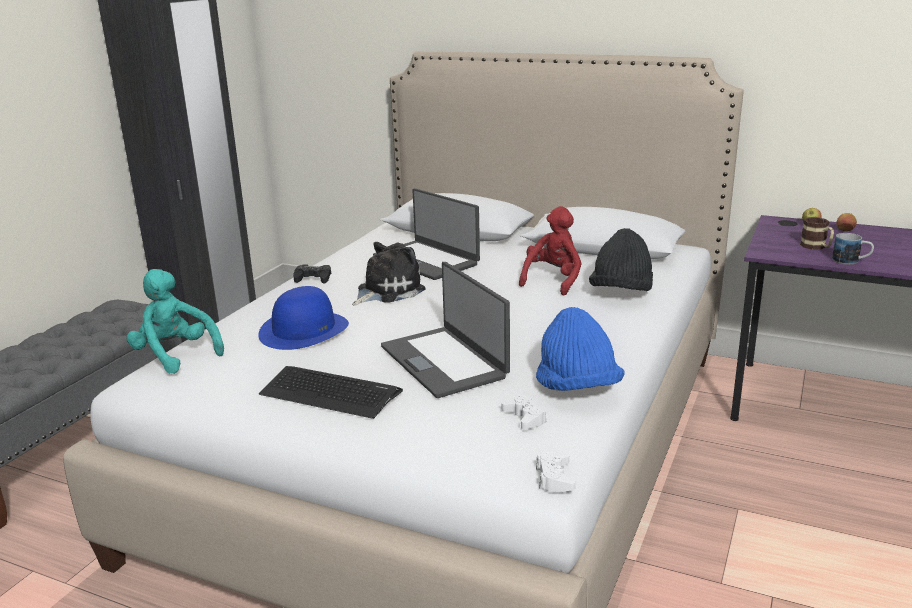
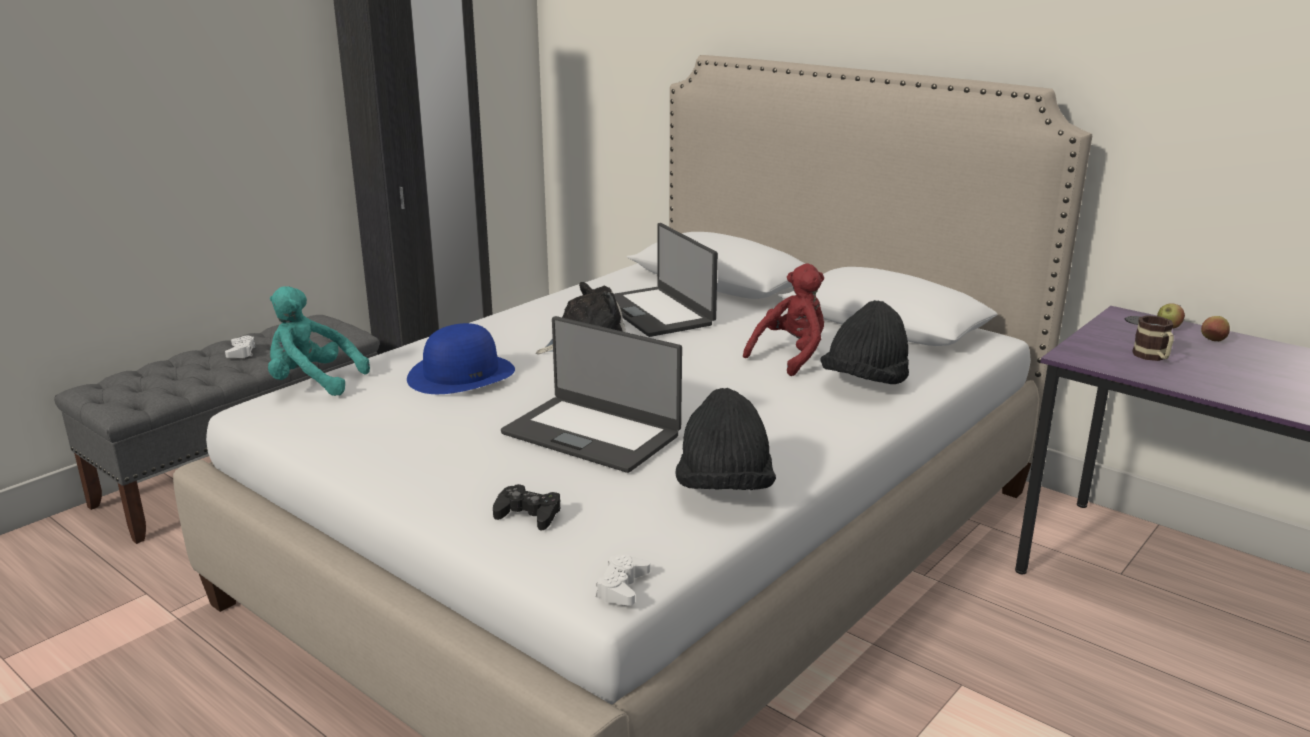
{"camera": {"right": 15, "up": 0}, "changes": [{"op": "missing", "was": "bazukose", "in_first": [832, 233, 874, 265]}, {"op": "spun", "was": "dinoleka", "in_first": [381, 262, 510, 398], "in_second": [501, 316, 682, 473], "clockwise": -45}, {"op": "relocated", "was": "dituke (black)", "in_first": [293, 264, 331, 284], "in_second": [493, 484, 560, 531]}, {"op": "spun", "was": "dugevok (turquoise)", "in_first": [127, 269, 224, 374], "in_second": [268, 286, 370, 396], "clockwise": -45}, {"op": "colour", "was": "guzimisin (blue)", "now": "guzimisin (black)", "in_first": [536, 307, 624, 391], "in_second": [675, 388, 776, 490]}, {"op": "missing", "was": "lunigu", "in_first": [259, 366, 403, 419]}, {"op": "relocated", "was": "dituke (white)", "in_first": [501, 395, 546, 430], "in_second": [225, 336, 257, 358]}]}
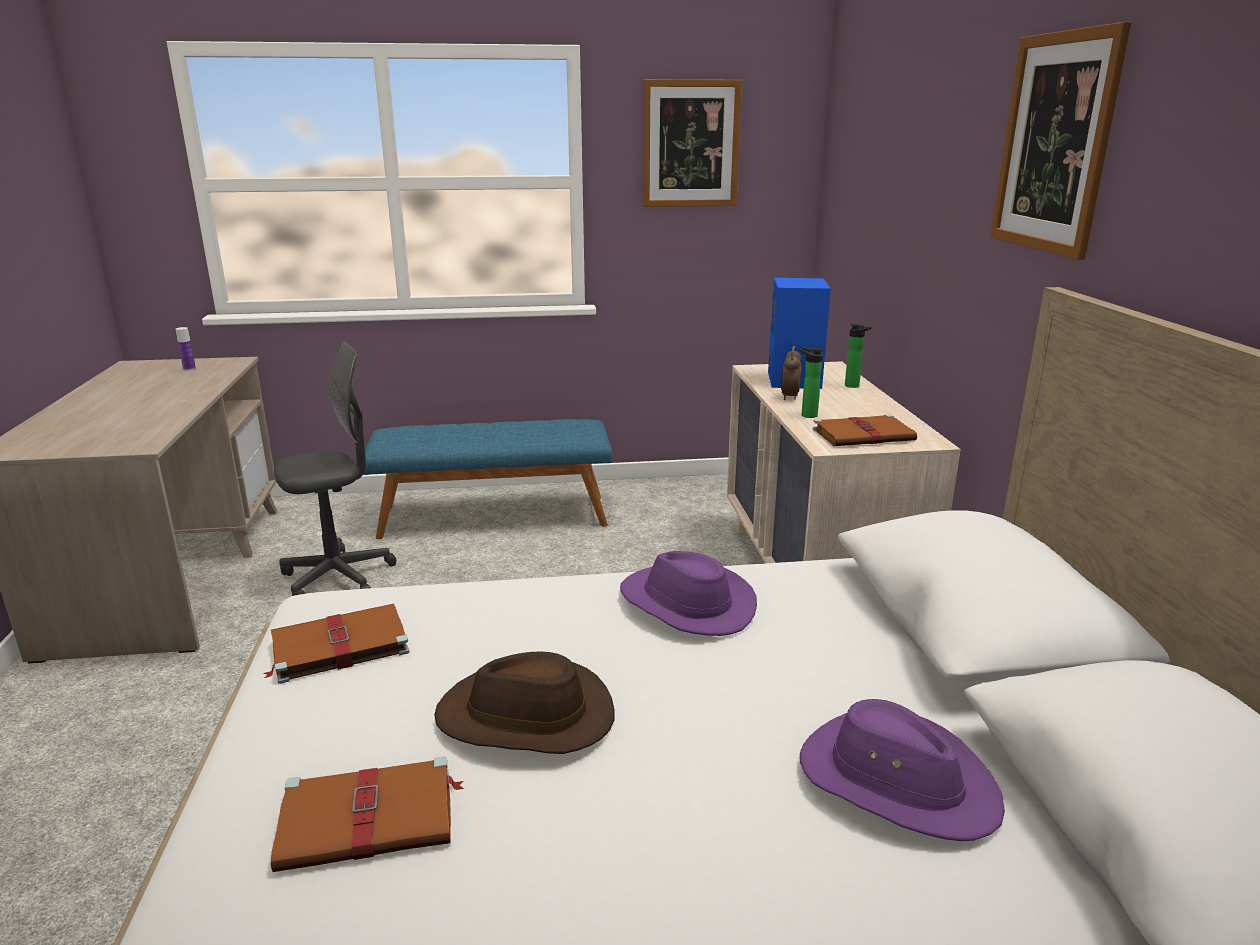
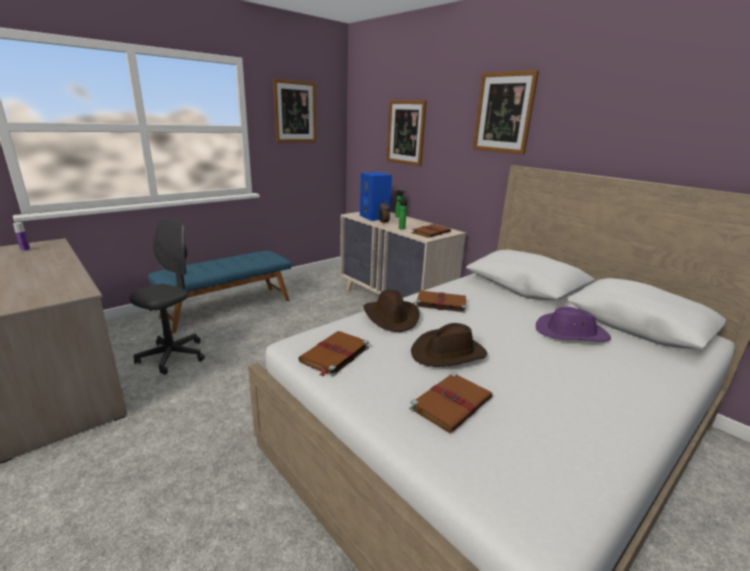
{"camera": {"right": -35, "up": 0}, "changes": [{"op": "exchanged", "was": "guzimisin (purple)", "now": "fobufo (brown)", "in_first": [620, 551, 757, 636], "in_second": [413, 290, 466, 313]}, {"op": "appeared", "now": "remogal", "in_second": [387, 100, 427, 166]}, {"op": "appeared", "now": "guzimisin (brown)", "in_second": [363, 290, 420, 332]}]}
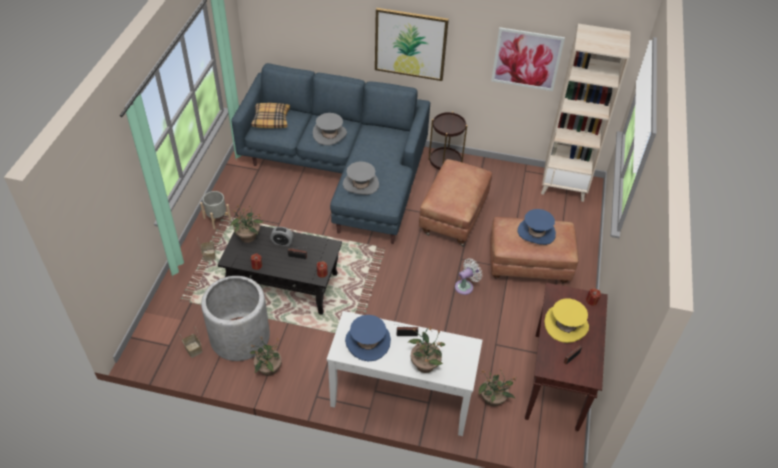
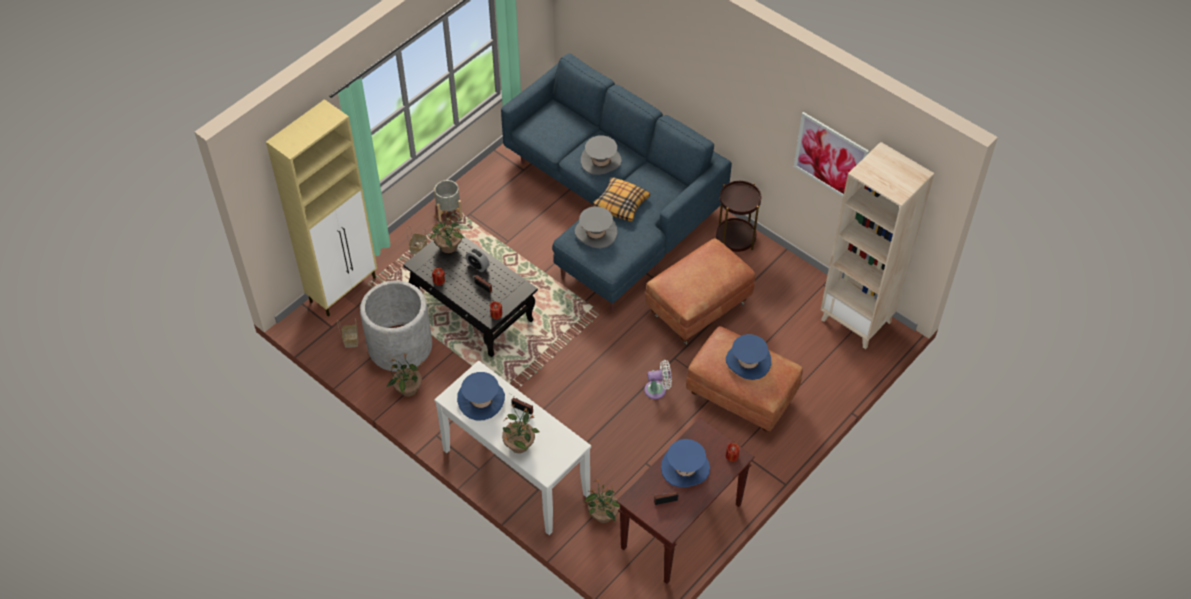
{"camera": {"right": 30, "up": 5}, "changes": [{"op": "missing", "was": "remogal", "in_first": [375, 8, 449, 81]}, {"op": "relocated", "was": "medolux", "in_first": [251, 103, 290, 128], "in_second": [593, 177, 650, 221]}, {"op": "colour", "was": "guzimisin (yellow)", "now": "guzimisin (blue)", "in_first": [544, 299, 589, 343], "in_second": [661, 439, 710, 487]}, {"op": "appeared", "now": "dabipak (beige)", "in_second": [266, 99, 377, 317]}]}
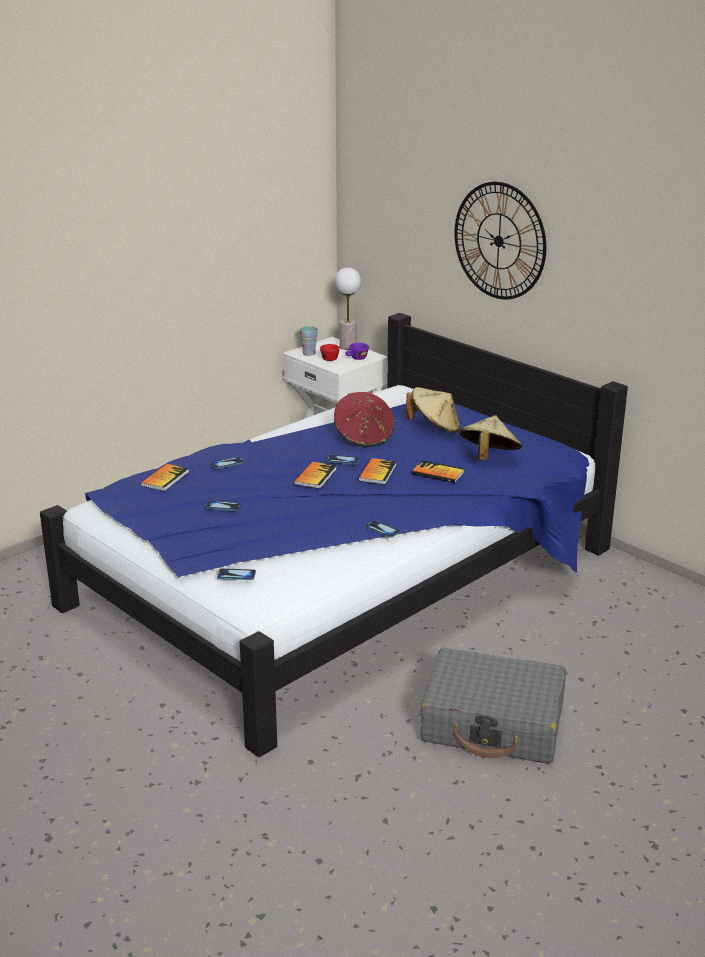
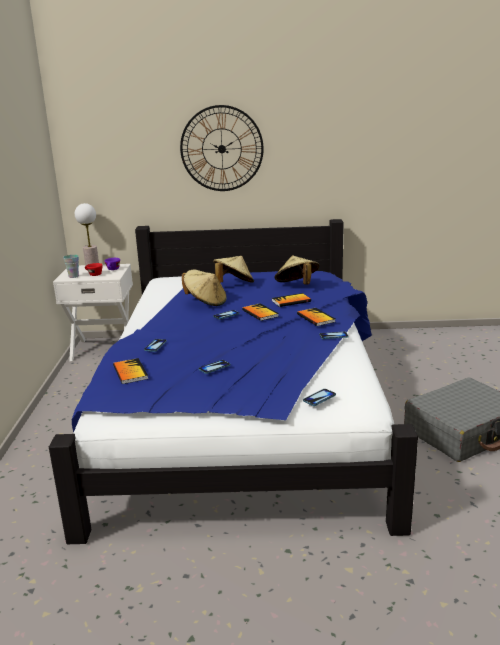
{"camera": {"right": -45, "up": -5}, "changes": [{"op": "colour", "was": "guzimisin (red)", "now": "guzimisin (beige)", "in_first": [334, 392, 395, 447], "in_second": [182, 270, 227, 306]}, {"op": "relocated", "was": "fobufo", "in_first": [294, 462, 337, 489], "in_second": [297, 308, 335, 326]}]}
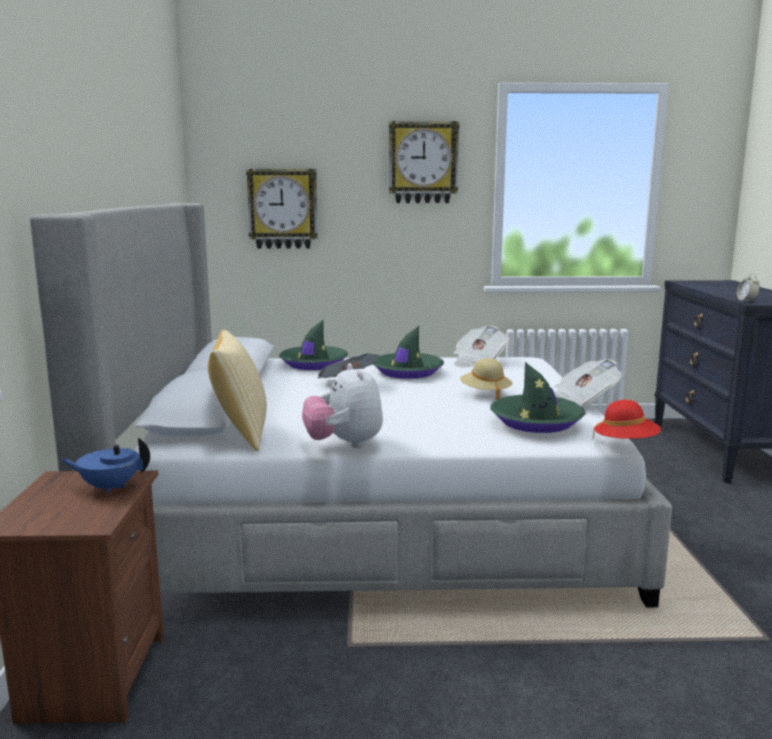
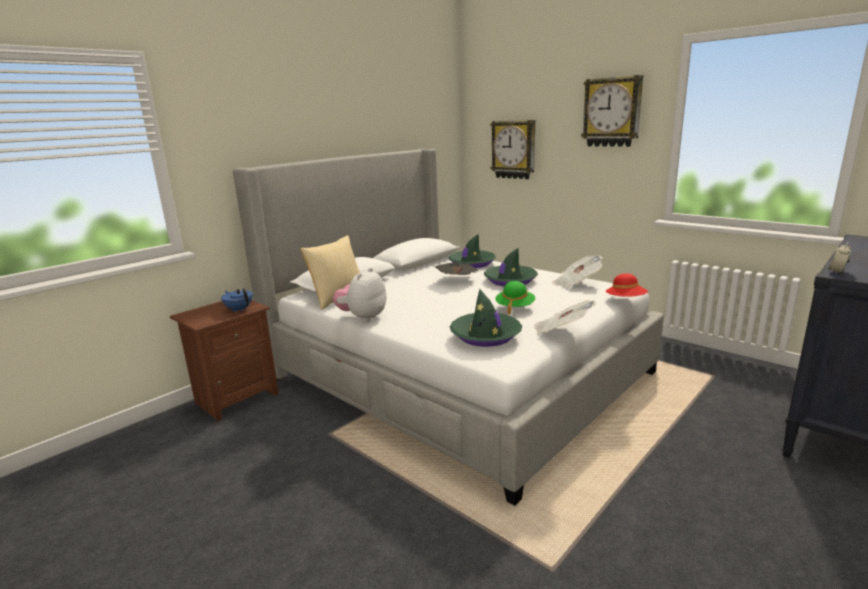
{"camera": {"right": 45, "up": 5}, "changes": [{"op": "colour", "was": "guzimisin (beige)", "now": "guzimisin (green)", "in_first": [460, 358, 512, 400], "in_second": [495, 281, 535, 315]}, {"op": "relocated", "was": "guzimisin (red)", "in_first": [593, 400, 661, 439], "in_second": [606, 273, 648, 297]}]}
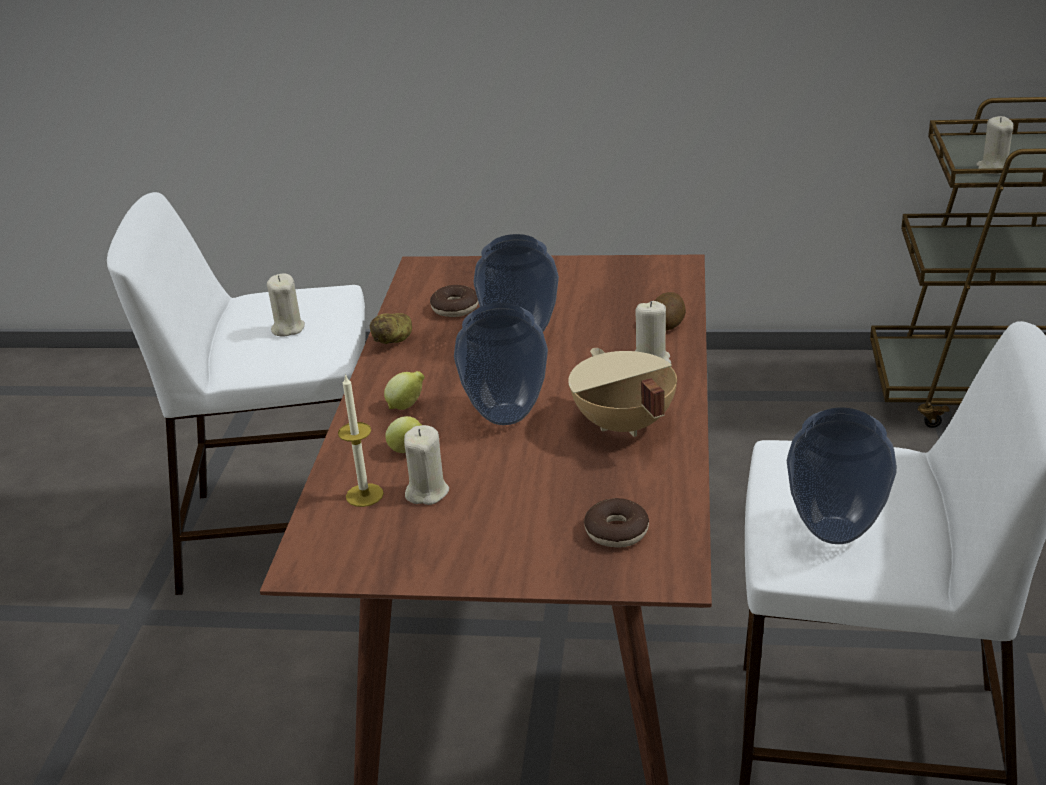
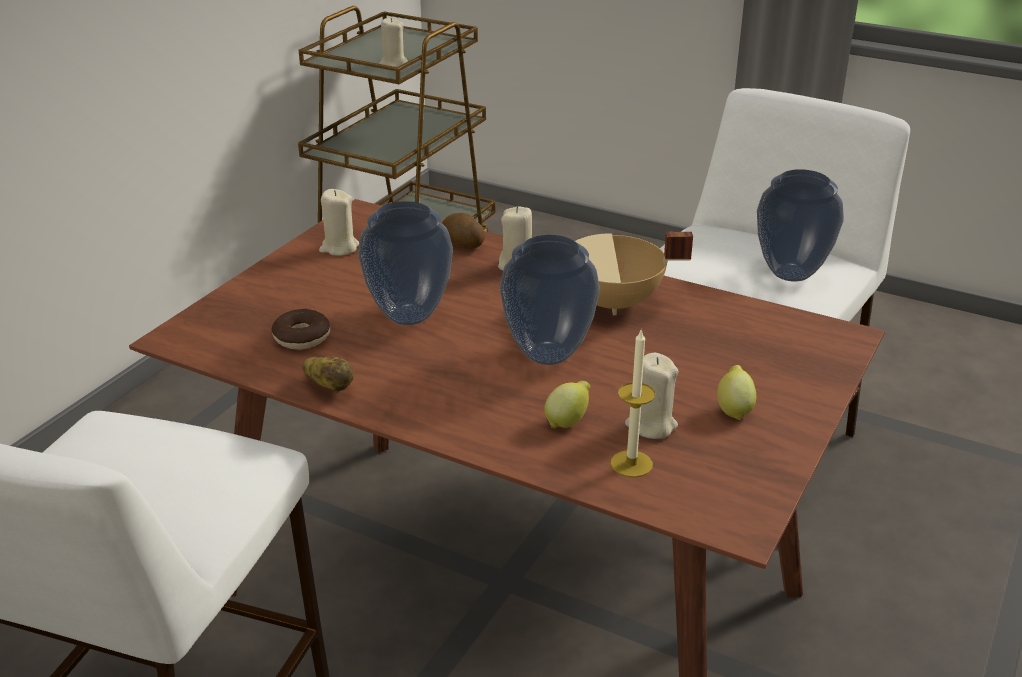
{"camera": {"right": -70, "up": 0}, "changes": [{"op": "relocated", "was": "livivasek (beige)", "in_first": [267, 274, 305, 337], "in_second": [319, 189, 359, 256]}, {"op": "relocated", "was": "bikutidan", "in_first": [384, 371, 425, 410], "in_second": [717, 365, 756, 420]}, {"op": "missing", "was": "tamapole", "in_first": [584, 498, 649, 548]}]}
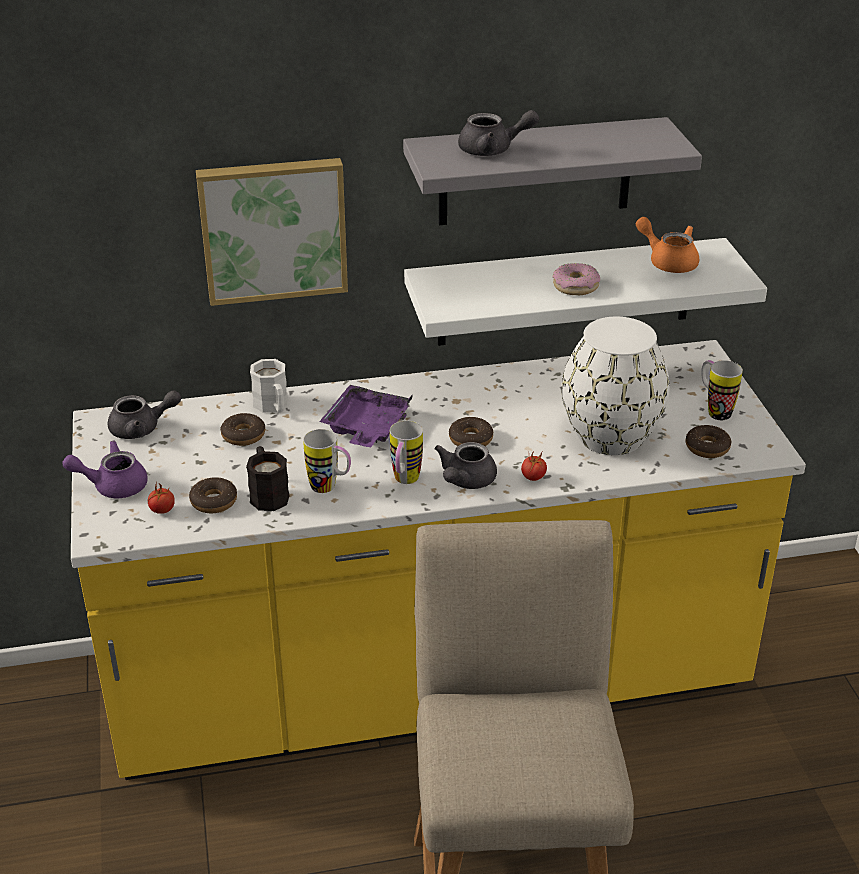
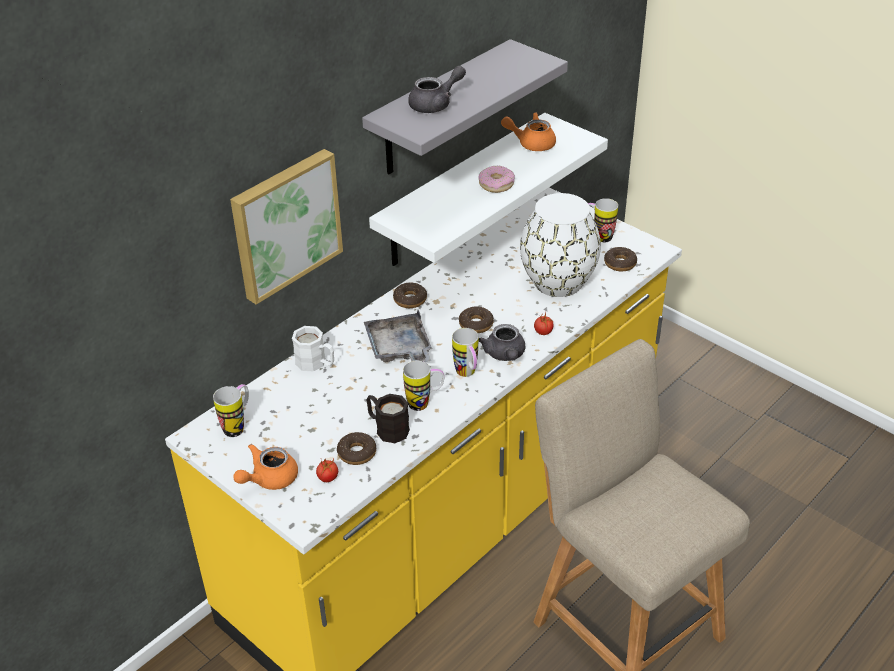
{"camera": {"right": -35, "up": 5}, "changes": [{"op": "colour", "was": "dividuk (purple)", "now": "dividuk (grey)", "in_first": [319, 385, 412, 447], "in_second": [364, 310, 432, 362]}, {"op": "exchanged", "was": "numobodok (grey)", "now": "bazukose", "in_first": [108, 390, 181, 439], "in_second": [213, 384, 249, 437]}, {"op": "relocated", "was": "tamapole", "in_first": [220, 413, 265, 446], "in_second": [393, 283, 427, 308]}, {"op": "colour", "was": "numobodok (purple)", "now": "numobodok (orange)", "in_first": [62, 441, 148, 498], "in_second": [233, 444, 298, 490]}]}
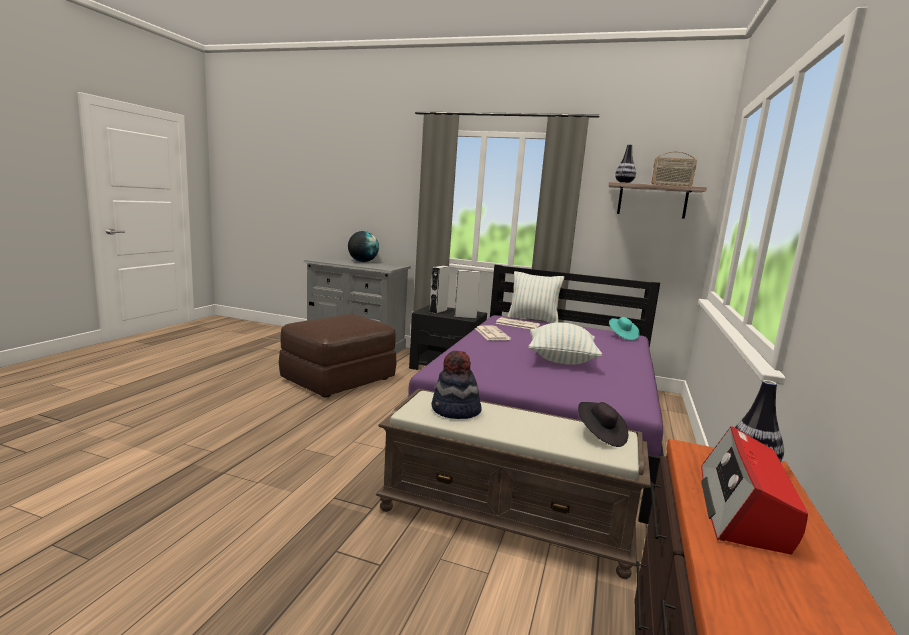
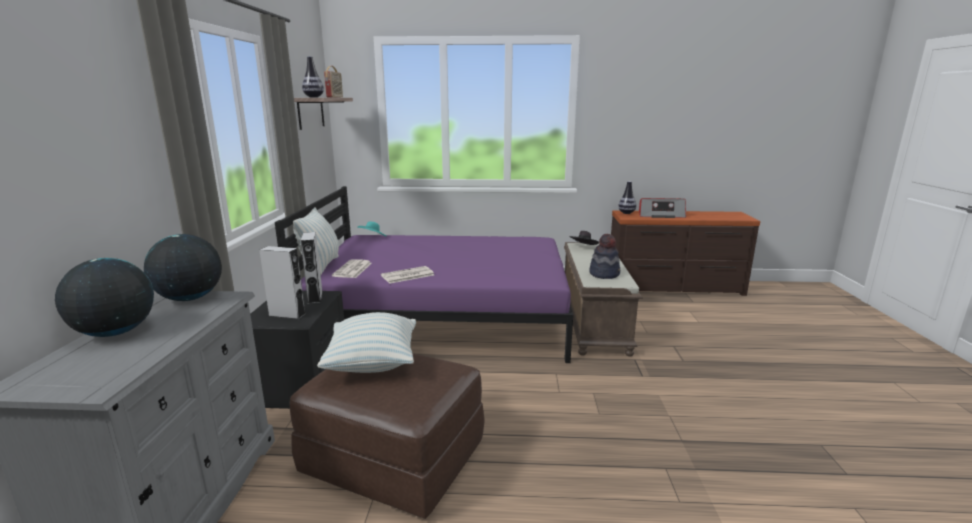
{"camera": {"right": -105, "up": 5}, "changes": [{"op": "relocated", "was": "medolux", "in_first": [528, 323, 602, 365], "in_second": [317, 312, 416, 373]}, {"op": "appeared", "now": "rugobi", "in_second": [144, 234, 222, 301]}]}
